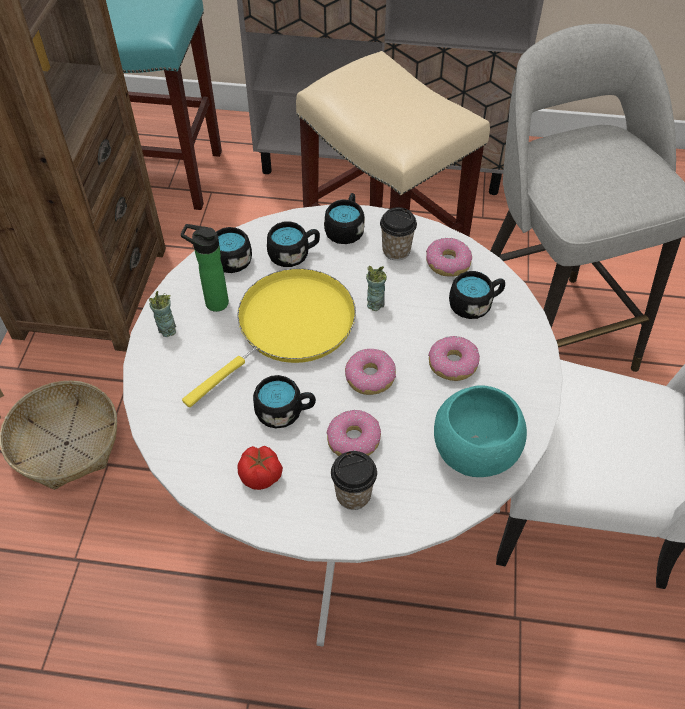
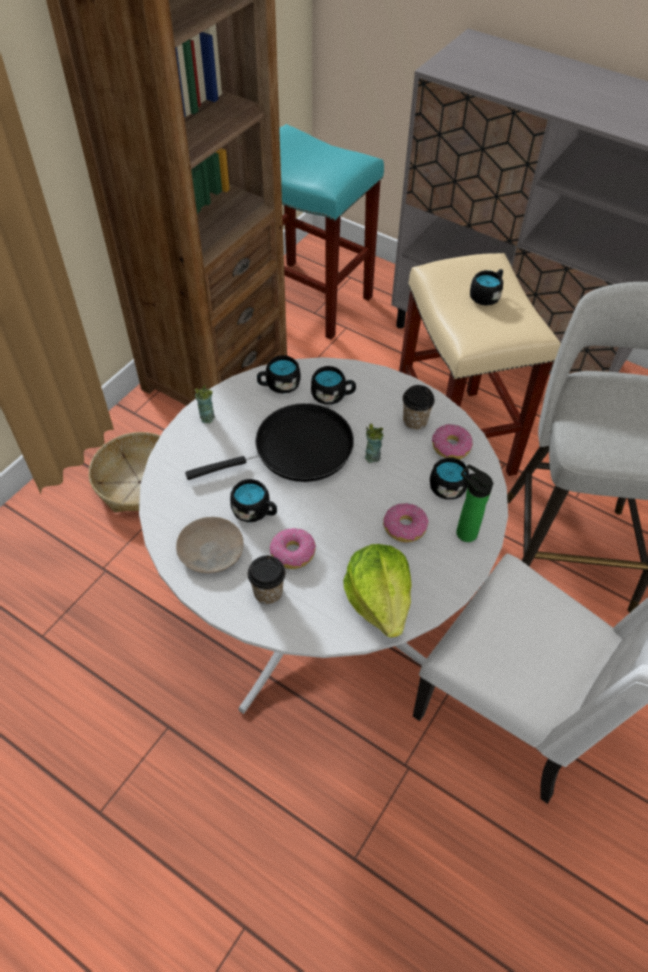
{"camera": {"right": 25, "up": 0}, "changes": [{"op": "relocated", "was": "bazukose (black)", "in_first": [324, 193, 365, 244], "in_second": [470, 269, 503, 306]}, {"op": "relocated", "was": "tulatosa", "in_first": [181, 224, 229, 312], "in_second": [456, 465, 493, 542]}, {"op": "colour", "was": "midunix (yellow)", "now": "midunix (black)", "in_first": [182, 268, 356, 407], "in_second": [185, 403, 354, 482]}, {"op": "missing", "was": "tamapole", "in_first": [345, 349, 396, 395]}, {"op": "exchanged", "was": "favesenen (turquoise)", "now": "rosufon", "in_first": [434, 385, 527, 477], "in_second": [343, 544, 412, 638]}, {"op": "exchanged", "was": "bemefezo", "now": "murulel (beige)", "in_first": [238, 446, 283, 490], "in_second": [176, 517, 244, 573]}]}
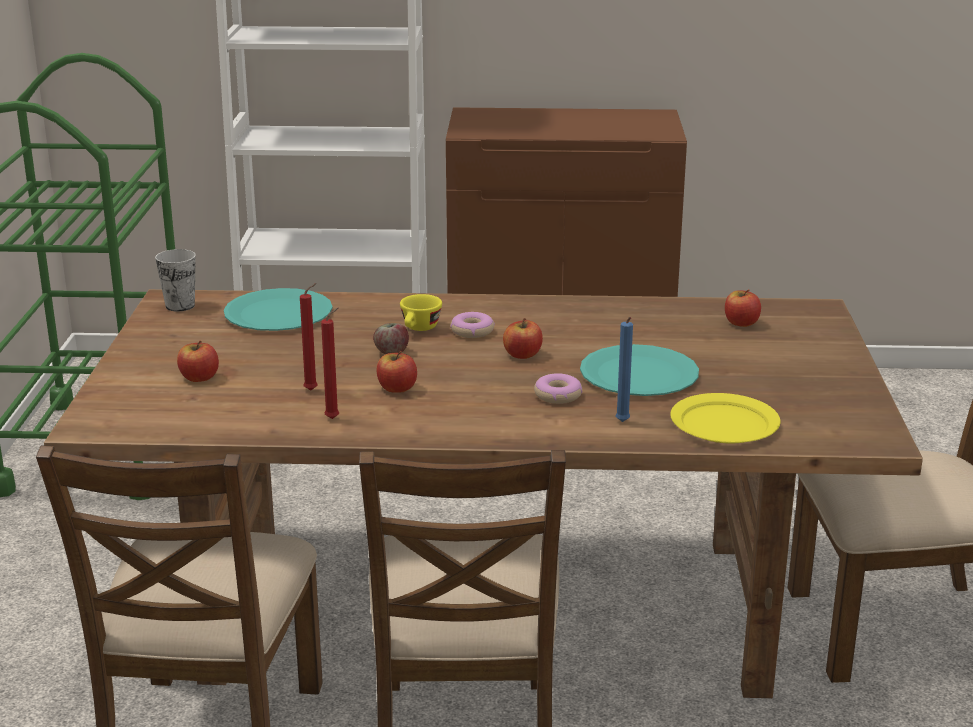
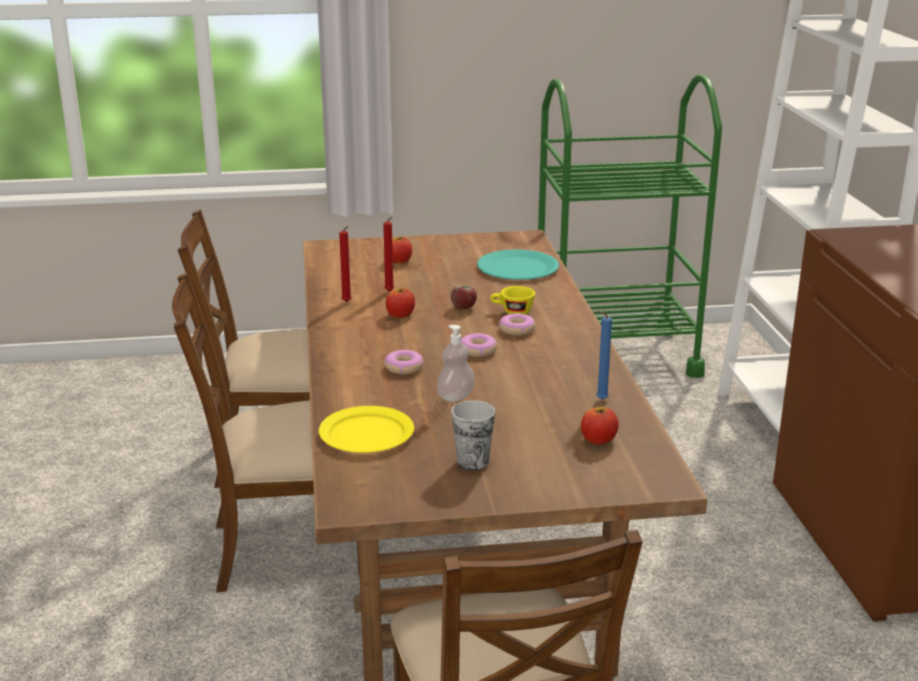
{"camera": {"right": 80, "up": 0}, "changes": [{"op": "relocated", "was": "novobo", "in_first": [155, 249, 196, 312], "in_second": [452, 401, 495, 470]}, {"op": "relocated", "was": "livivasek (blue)", "in_first": [616, 317, 633, 422], "in_second": [596, 311, 612, 400]}, {"op": "exchanged", "was": "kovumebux", "now": "tamapole", "in_first": [503, 318, 543, 359], "in_second": [461, 333, 497, 357]}, {"op": "exchanged", "was": "murulel (turquoise)", "now": "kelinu", "in_first": [580, 344, 699, 396], "in_second": [437, 325, 475, 402]}]}
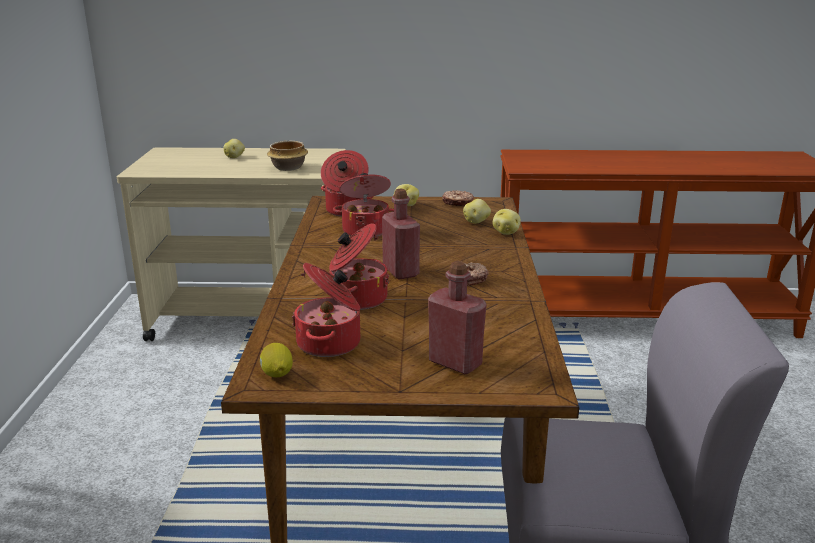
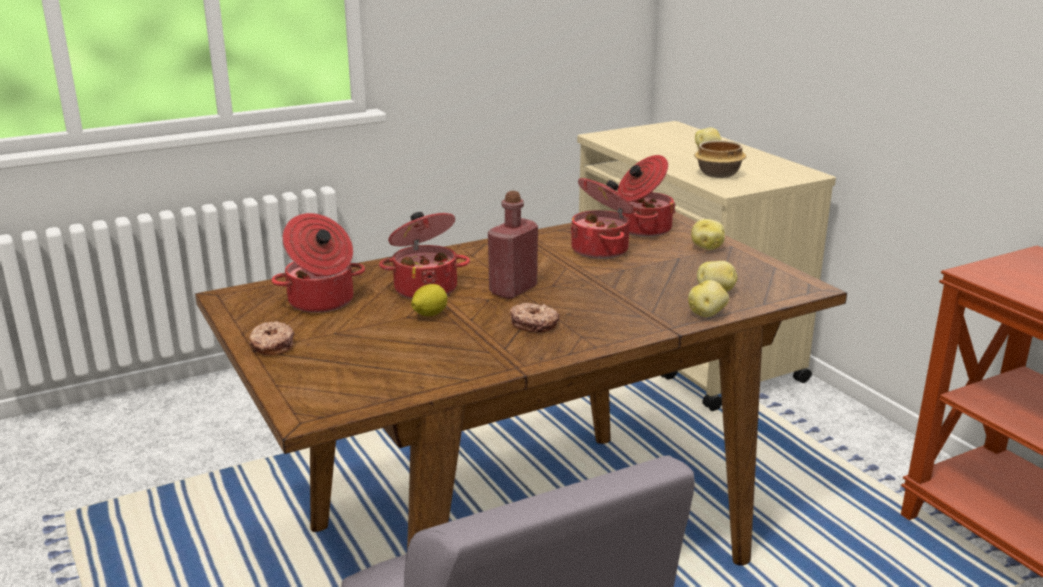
{"camera": {"right": 60, "up": 0}, "changes": [{"op": "relocated", "was": "tamapole", "in_first": [442, 190, 474, 206], "in_second": [249, 321, 295, 356]}, {"op": "missing", "was": "tulatosa (red)", "in_first": [428, 261, 487, 374]}, {"op": "relocated", "was": "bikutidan", "in_first": [260, 343, 293, 377], "in_second": [411, 284, 447, 316]}]}
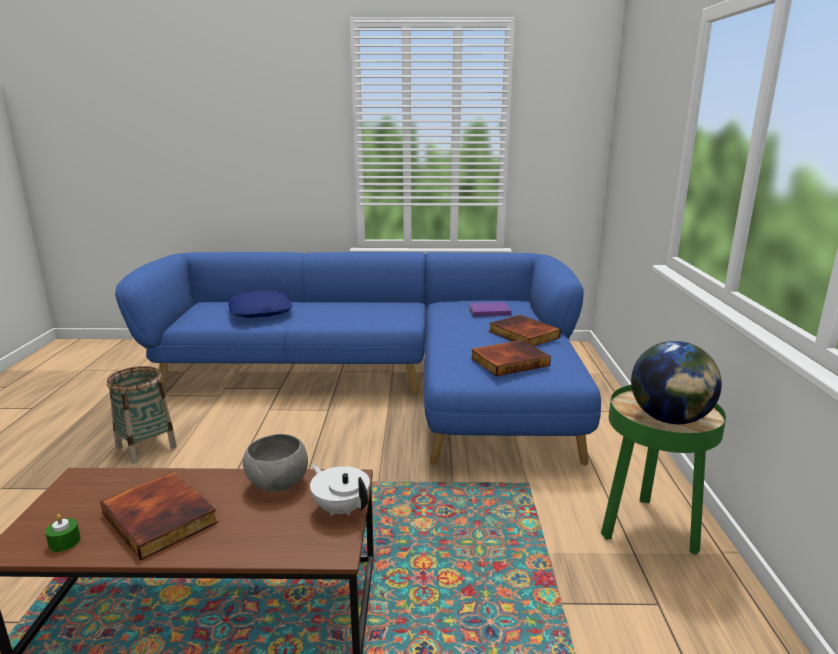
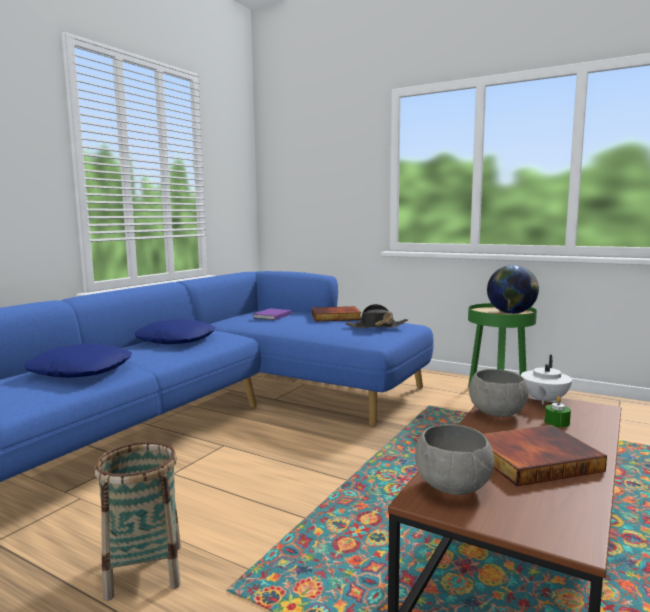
{"camera": {"right": -60, "up": -10}, "changes": [{"op": "exchanged", "was": "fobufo", "now": "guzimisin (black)", "in_first": [471, 340, 551, 376], "in_second": [346, 304, 408, 328]}, {"op": "spun", "was": "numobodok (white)", "in_first": [310, 464, 370, 516], "in_second": [521, 355, 572, 405], "clockwise": -45}, {"op": "relocated", "was": "livivasek (green)", "in_first": [45, 514, 81, 552], "in_second": [545, 396, 571, 428]}, {"op": "appeared", "now": "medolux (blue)", "in_second": [135, 319, 215, 344]}, {"op": "appeared", "now": "favesenen (grey)", "in_second": [415, 424, 494, 495]}]}
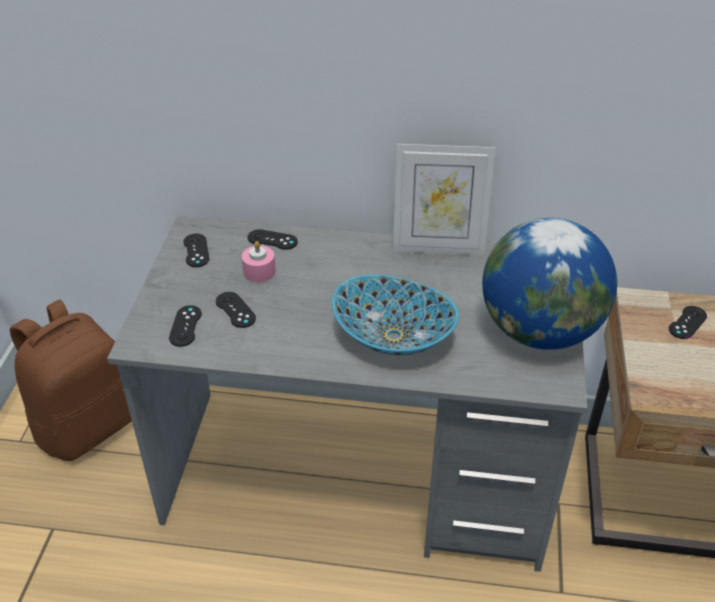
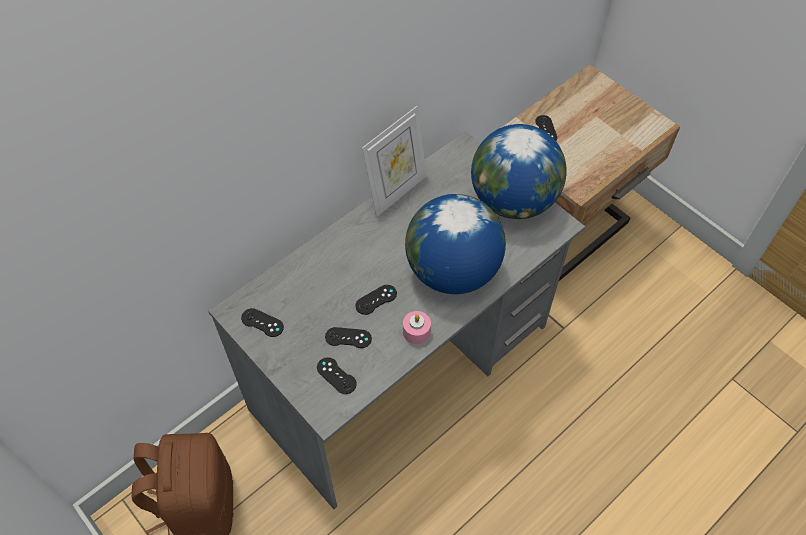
{"camera": {"right": -50, "up": 15}, "changes": [{"op": "relocated", "was": "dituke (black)", "in_first": [248, 229, 298, 250], "in_second": [356, 285, 397, 315]}, {"op": "relocated", "was": "livivasek (pink)", "in_first": [242, 241, 276, 283], "in_second": [403, 311, 431, 344]}, {"op": "exchanged", "was": "favesenen", "now": "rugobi", "in_first": [332, 274, 459, 355], "in_second": [405, 194, 506, 294]}]}
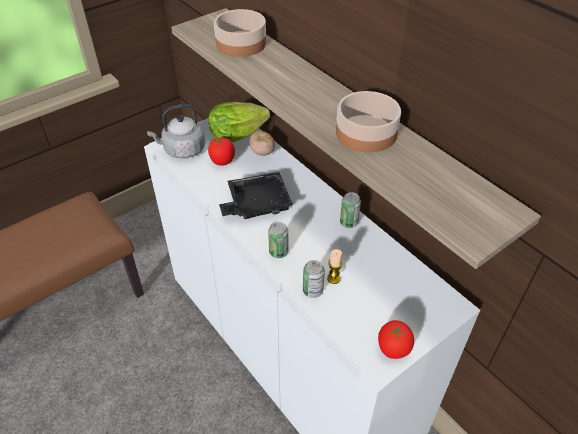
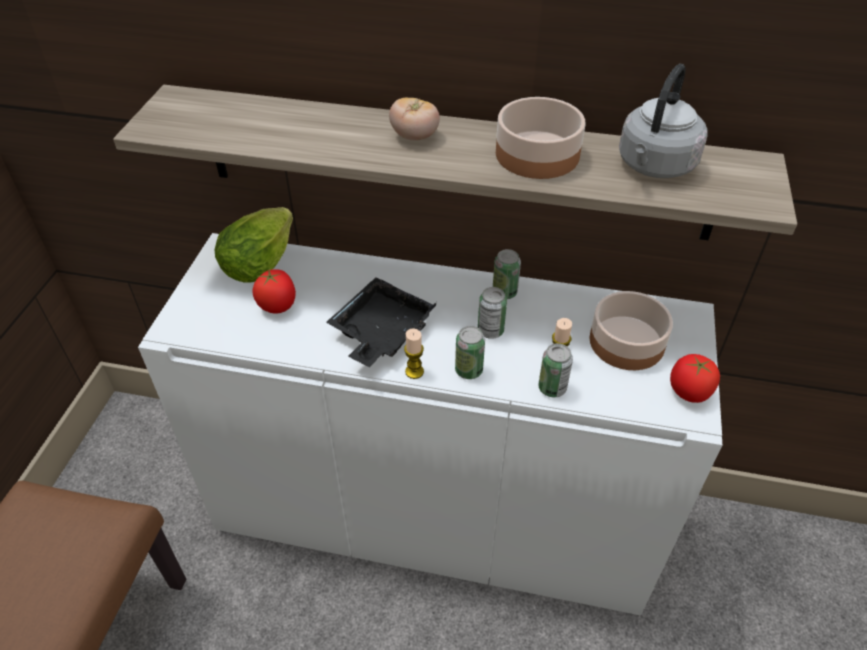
{"camera": {"right": -40, "up": 0}, "changes": [{"op": "relocated", "was": "favesenen", "in_first": [214, 9, 266, 57], "in_second": [589, 291, 673, 370]}, {"op": "relocated", "was": "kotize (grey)", "in_first": [147, 104, 206, 159], "in_second": [619, 64, 708, 178]}, {"op": "relocated", "was": "bemefezo", "in_first": [249, 131, 275, 156], "in_second": [389, 97, 440, 141]}, {"op": "appeared", "now": "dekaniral", "in_second": [478, 287, 507, 339]}, {"op": "appeared", "now": "livivasek", "in_second": [404, 329, 424, 379]}]}
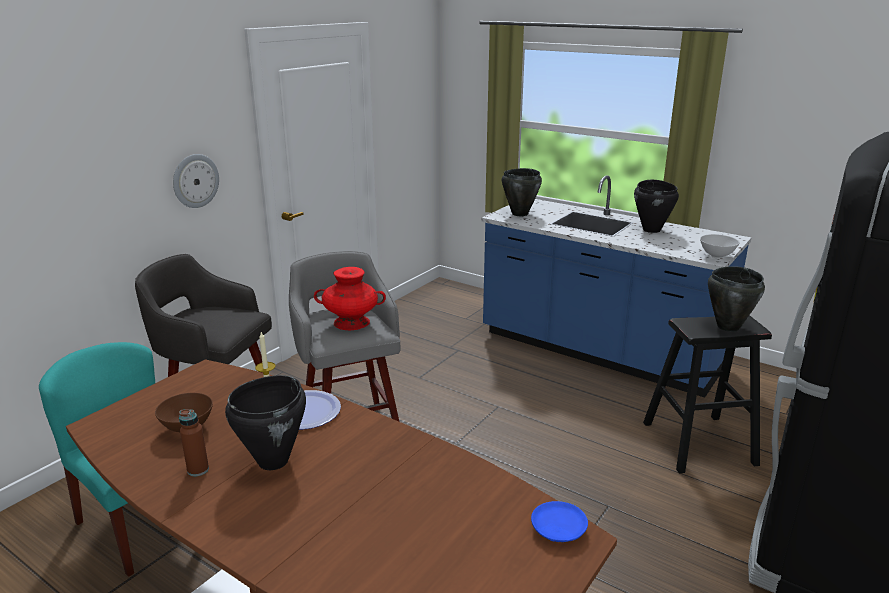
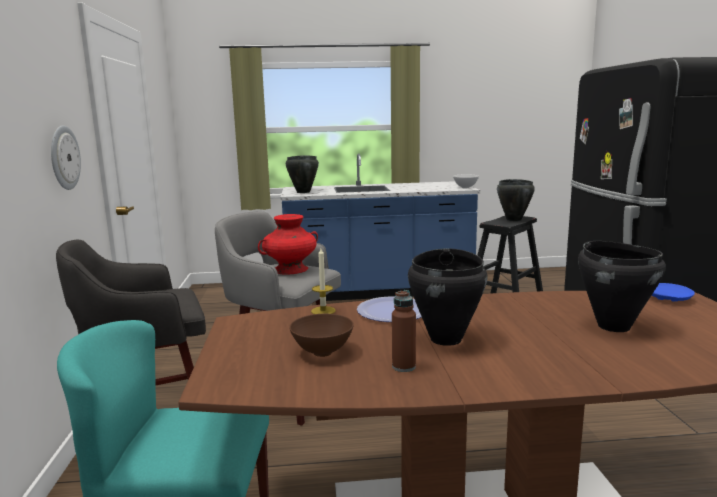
{"camera": {"right": -40, "up": -10}, "changes": [{"op": "relocated", "was": "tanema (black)", "in_first": [634, 180, 679, 233], "in_second": [578, 241, 666, 332]}]}
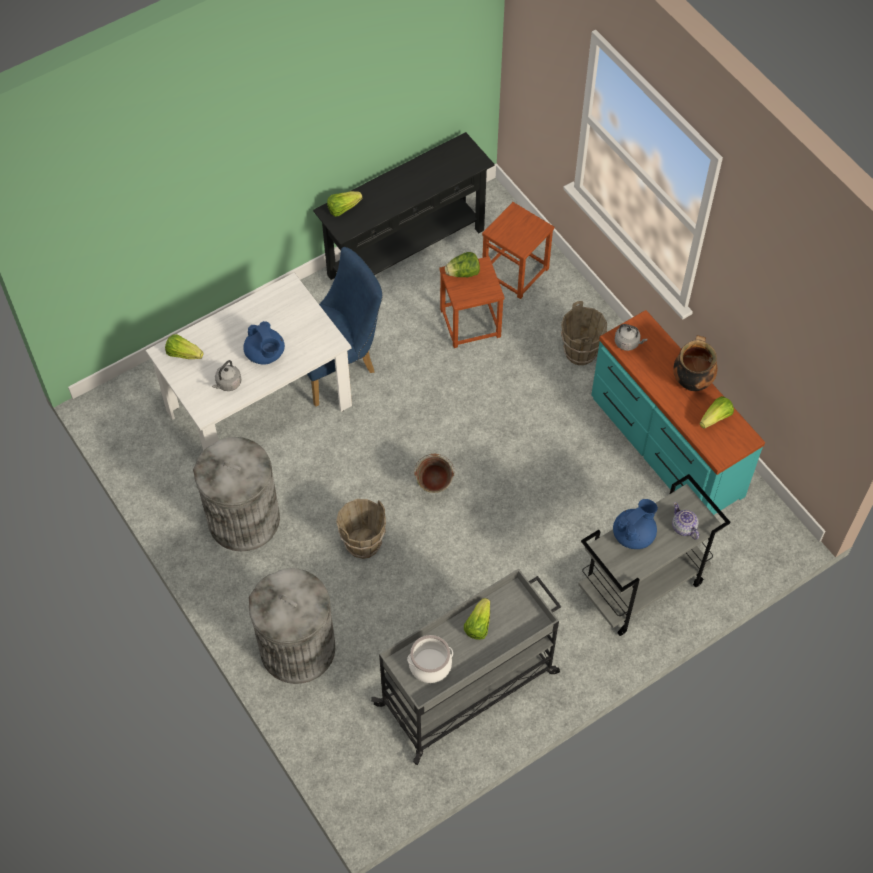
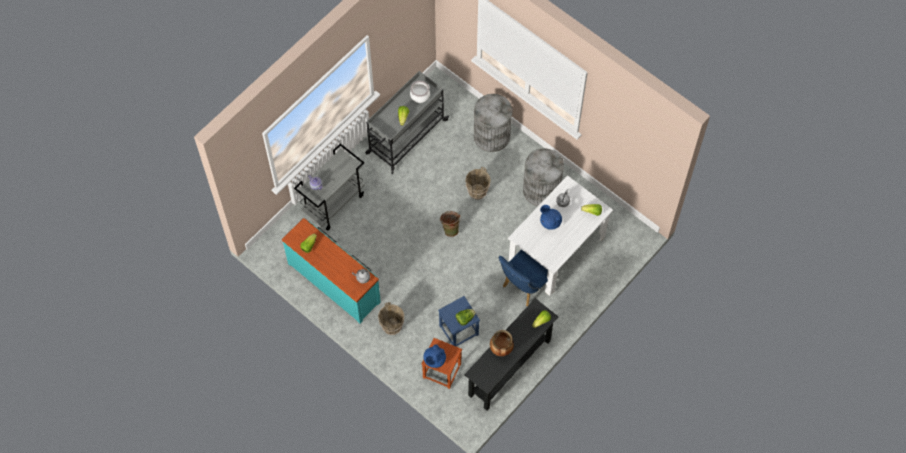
{"camera": {"right": 165, "up": 5}, "changes": [{"op": "colour", "was": "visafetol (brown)", "now": "visafetol (blue)", "in_first": [439, 256, 505, 348], "in_second": [438, 296, 480, 346]}, {"op": "relocated", "was": "tanema", "in_first": [673, 335, 718, 391], "in_second": [490, 330, 514, 356]}, {"op": "relocated", "was": "numobodok (blue)", "in_first": [613, 499, 658, 549], "in_second": [423, 344, 446, 368]}]}
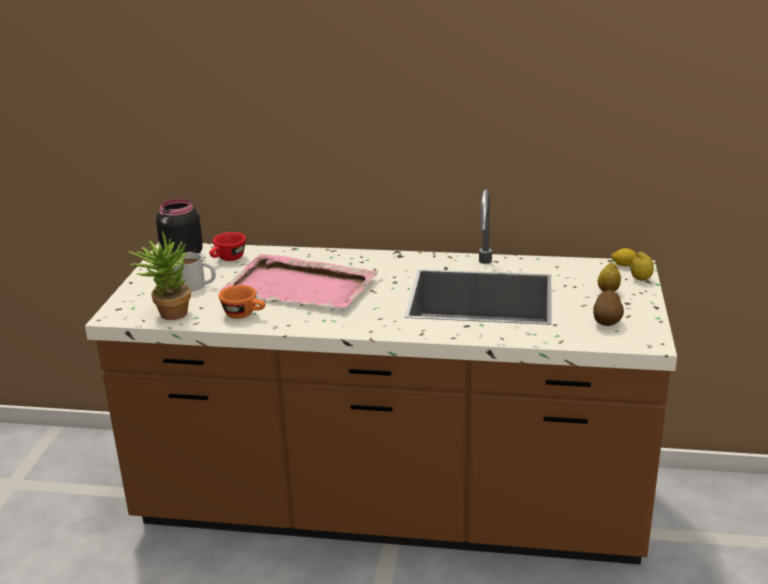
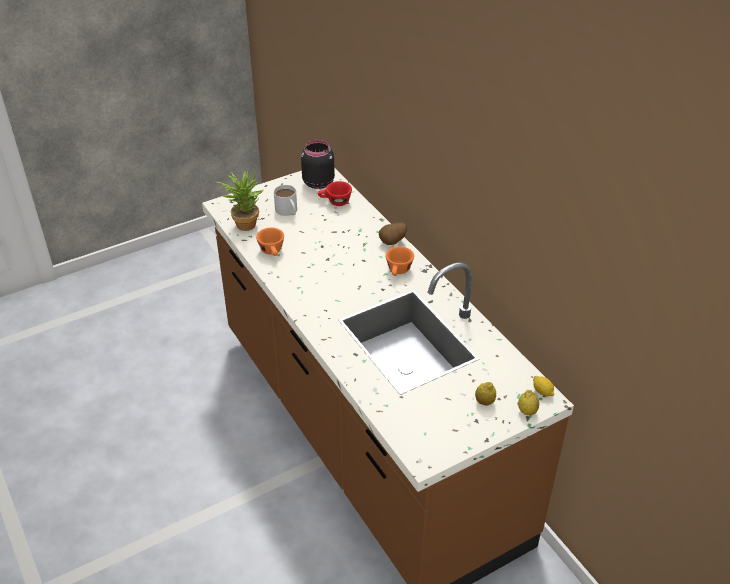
{"camera": {"right": 50, "up": 15}, "changes": [{"op": "missing", "was": "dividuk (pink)", "in_first": [220, 254, 379, 308]}, {"op": "relocated", "was": "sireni", "in_first": [593, 290, 624, 326], "in_second": [379, 223, 407, 245]}, {"op": "appeared", "now": "novobo (orange)", "in_second": [386, 246, 414, 276]}]}
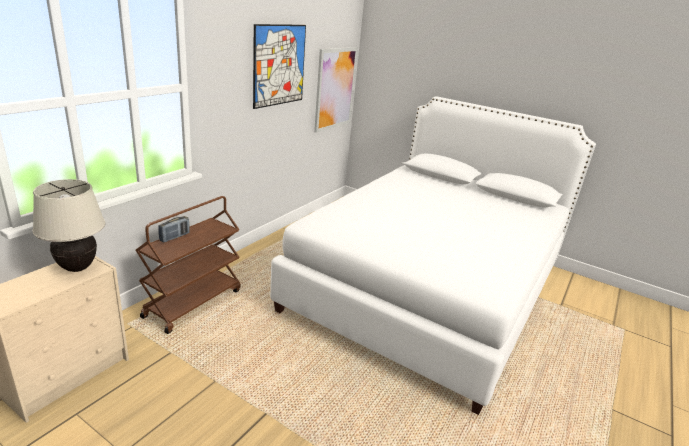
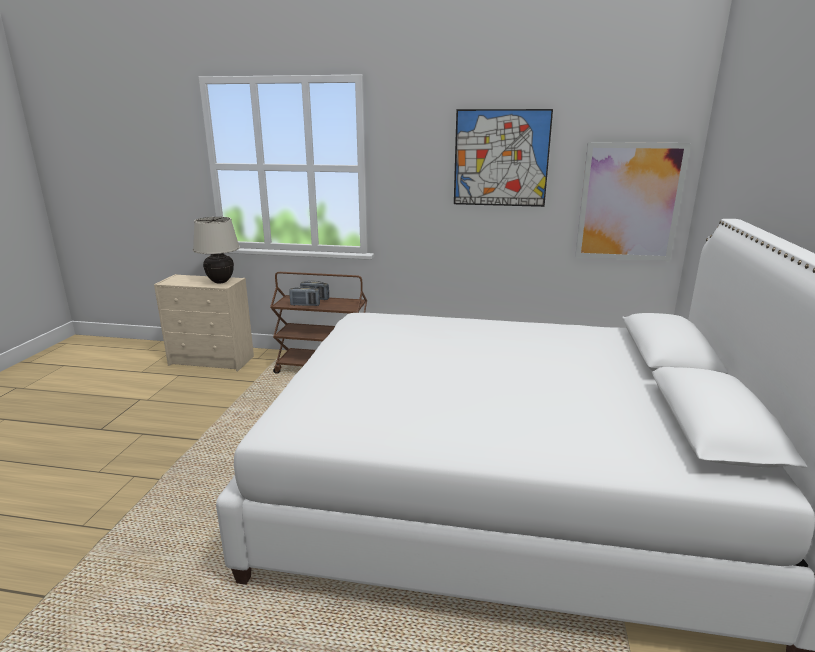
{"camera": {"right": 70, "up": -5}, "changes": [{"op": "appeared", "now": "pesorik", "in_second": [289, 286, 320, 306]}]}
